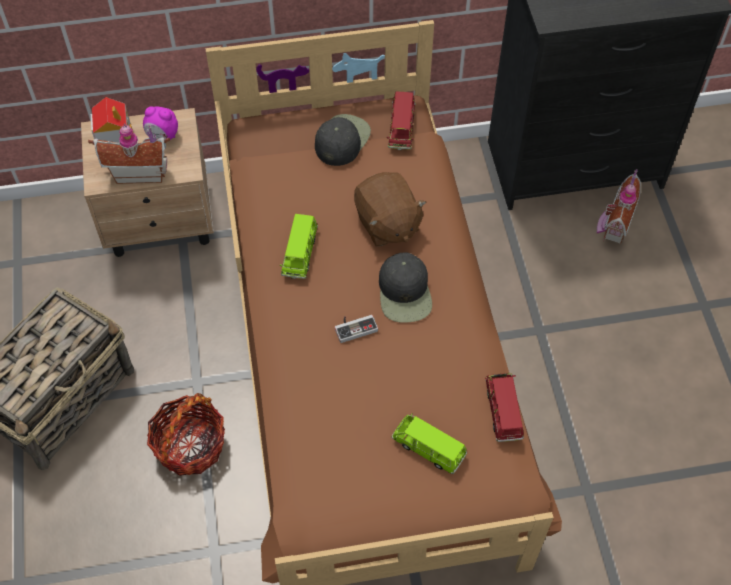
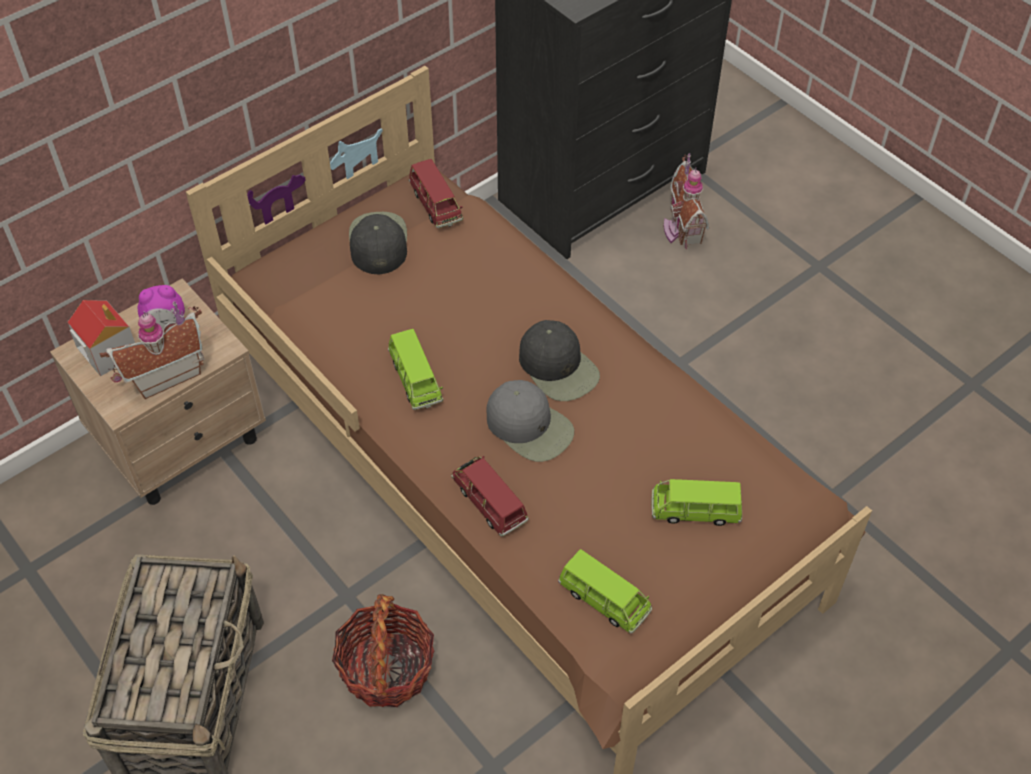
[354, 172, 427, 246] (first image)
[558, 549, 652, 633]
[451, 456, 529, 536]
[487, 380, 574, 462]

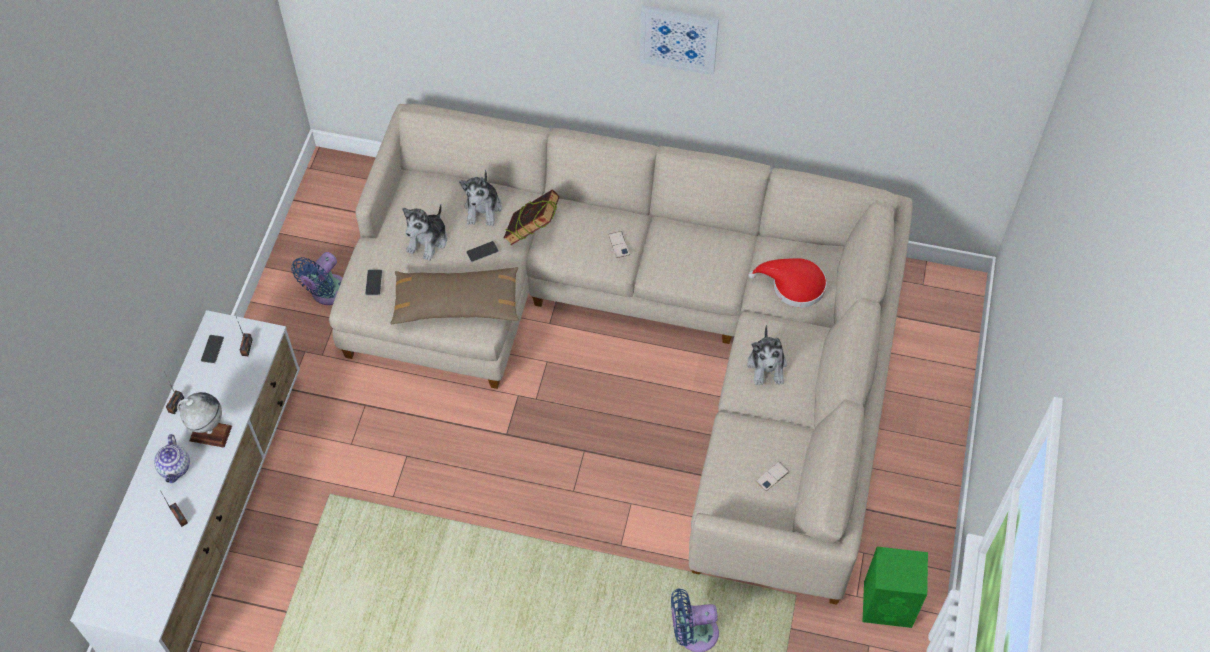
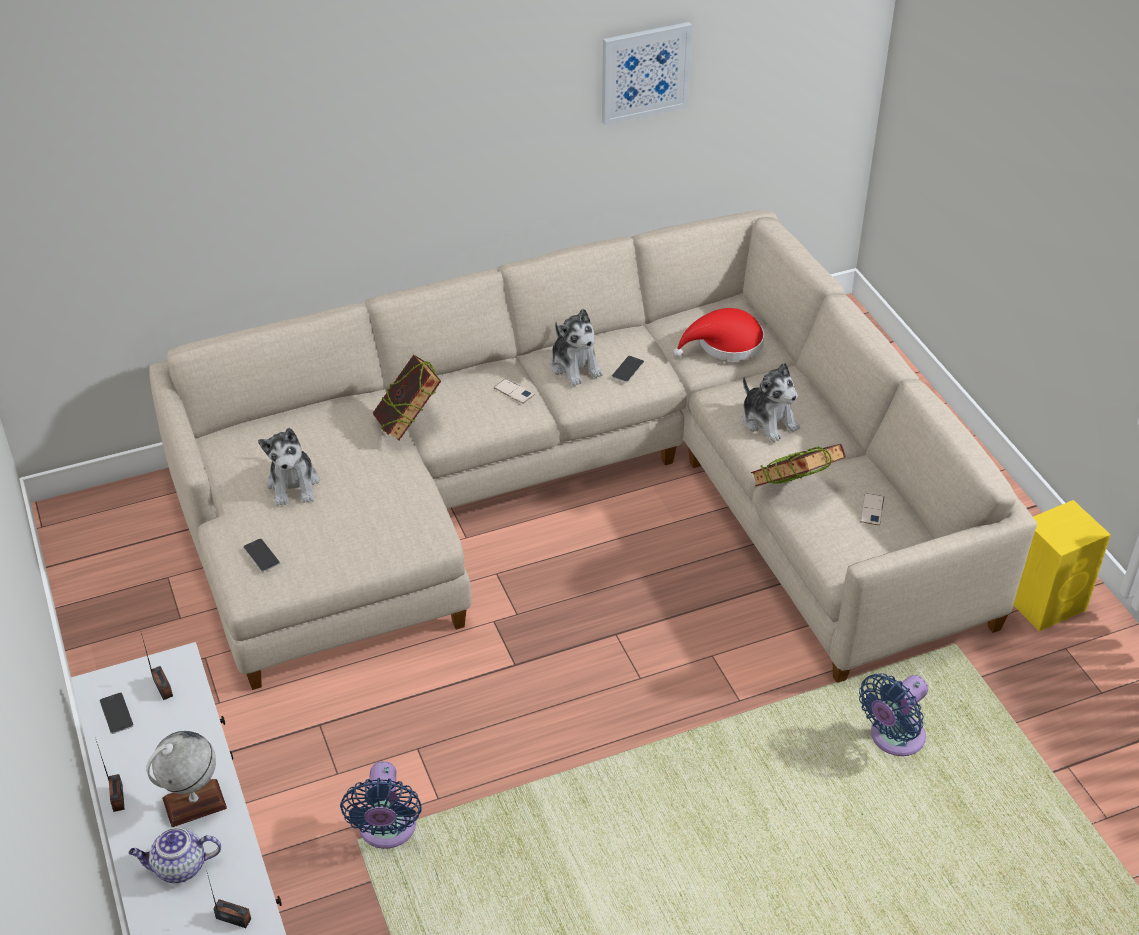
[390, 267, 519, 325] (first image)
[751, 443, 846, 487]
[340, 761, 422, 849]
[551, 309, 603, 386]
[612, 356, 644, 382]
[602, 22, 692, 125]
[1014, 500, 1111, 631]
[129, 828, 221, 883]

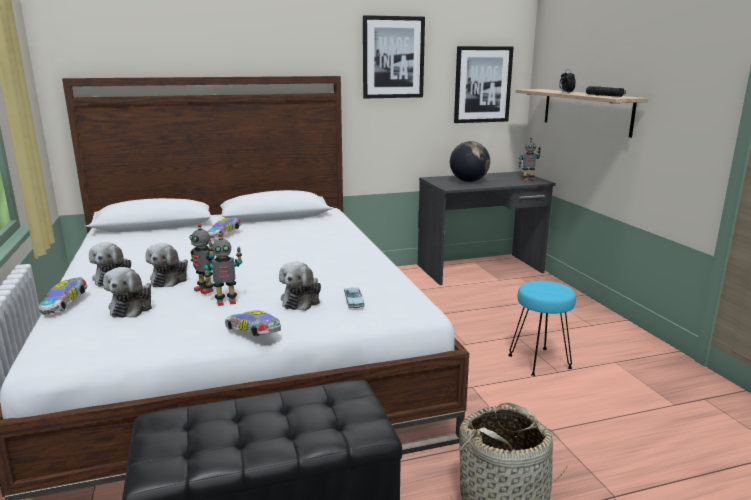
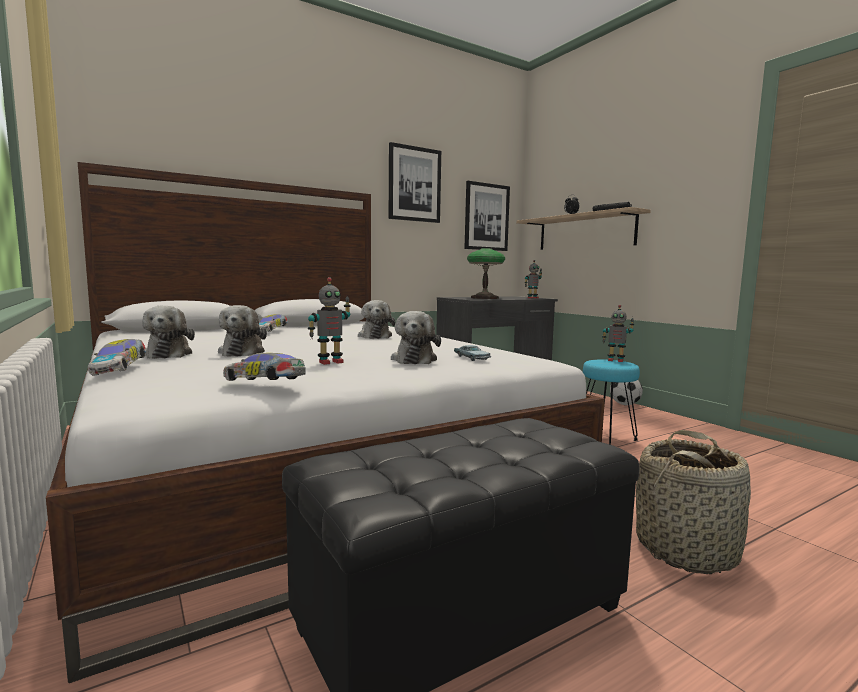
[610, 380, 643, 405]
[358, 300, 395, 339]
[602, 305, 634, 362]
[223, 353, 306, 381]
[467, 248, 505, 299]

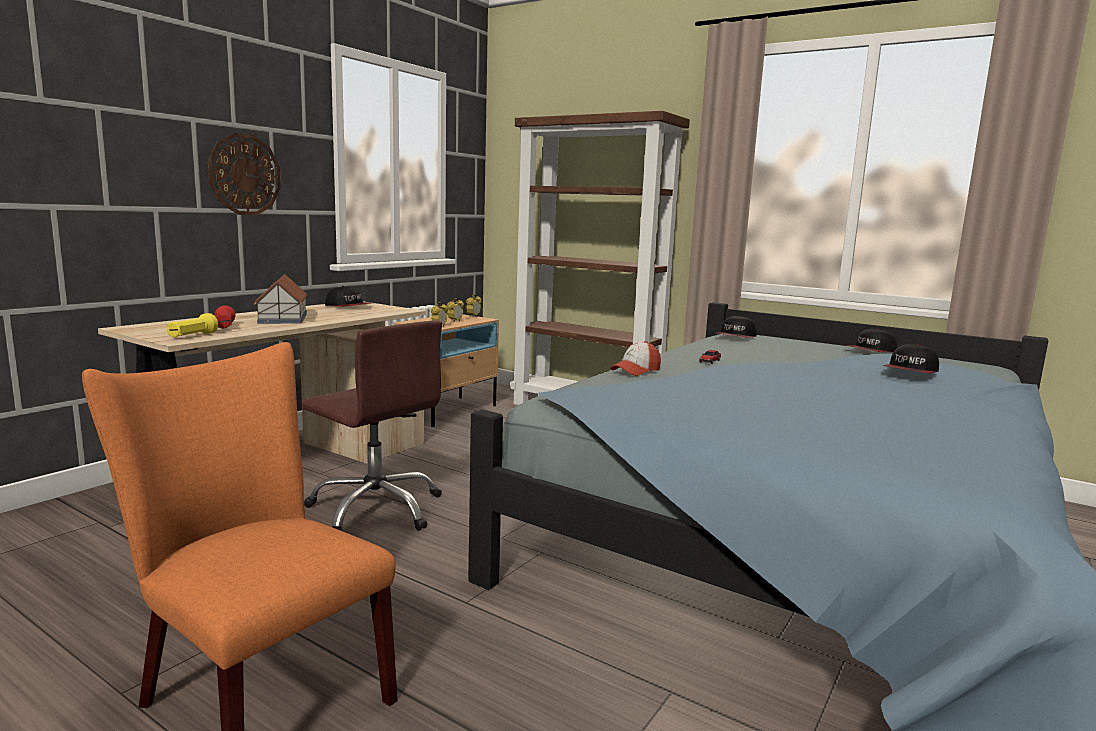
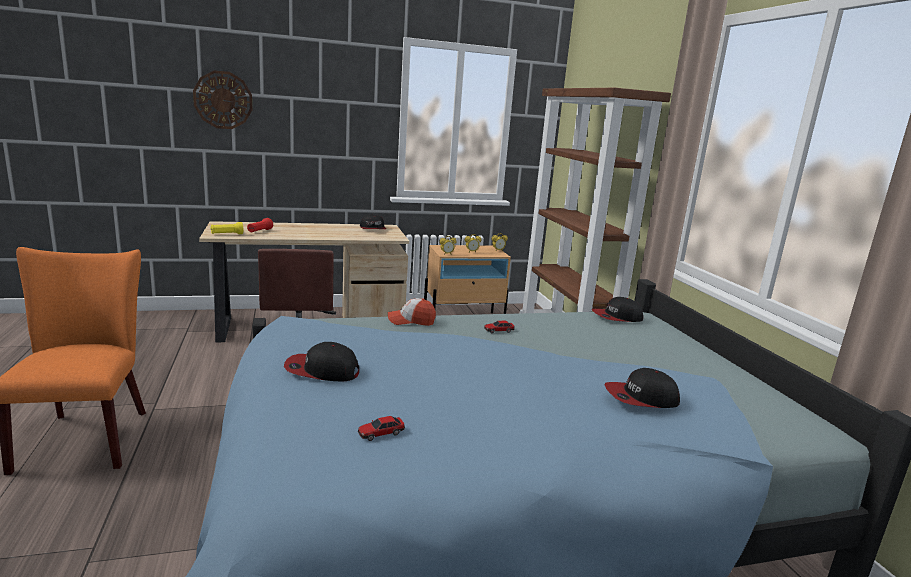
[254, 274, 308, 324] (first image)
[358, 416, 405, 441]
[193, 71, 252, 129]
[284, 342, 359, 381]

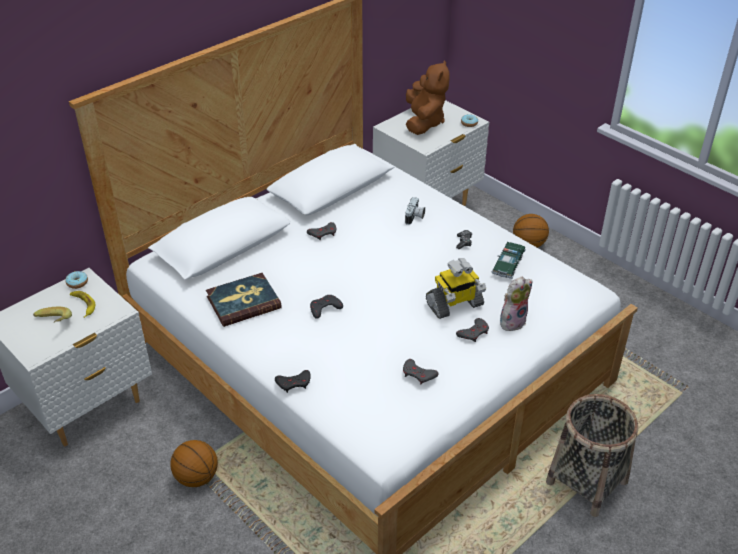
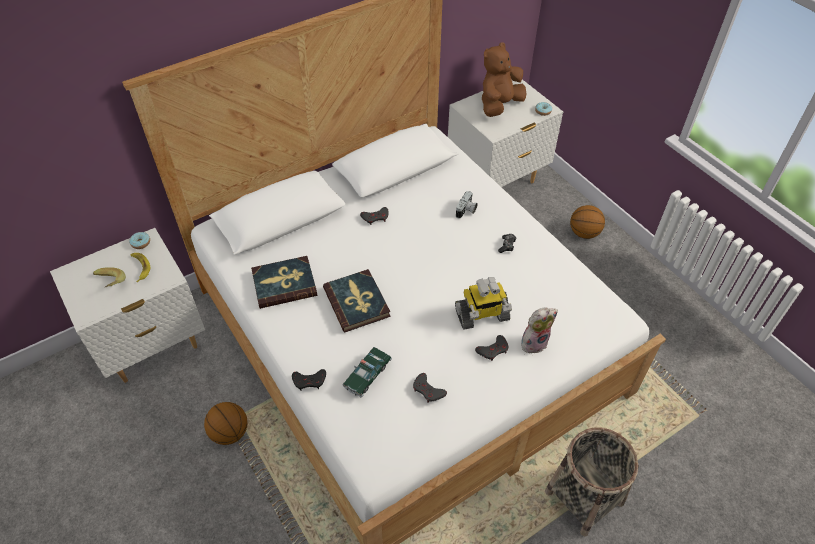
[342, 347, 392, 397]
[323, 269, 391, 332]
[482, 42, 526, 117]

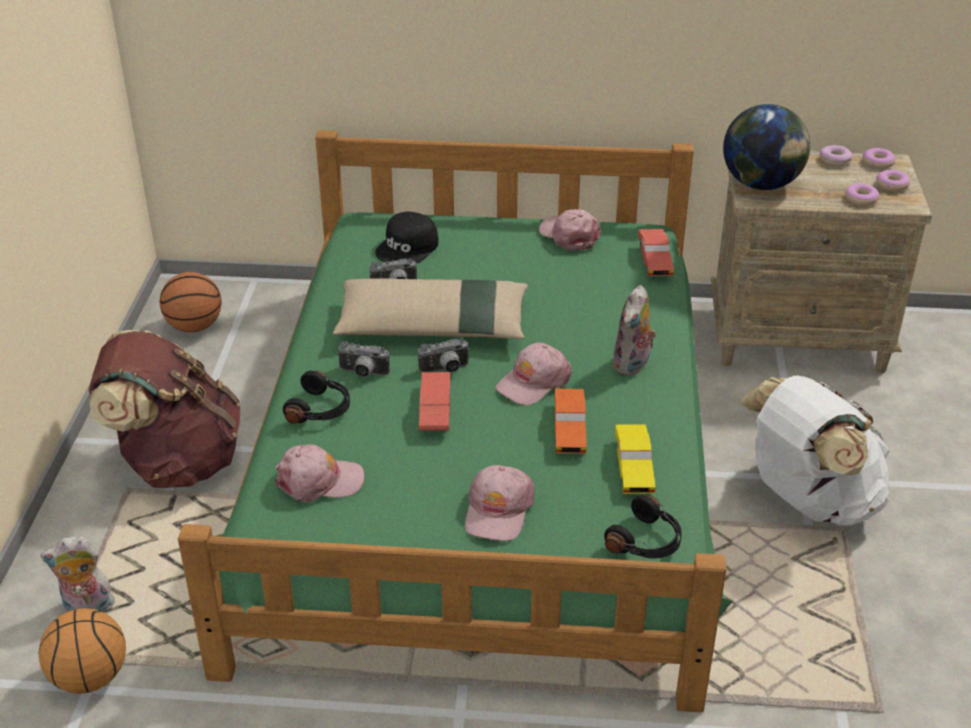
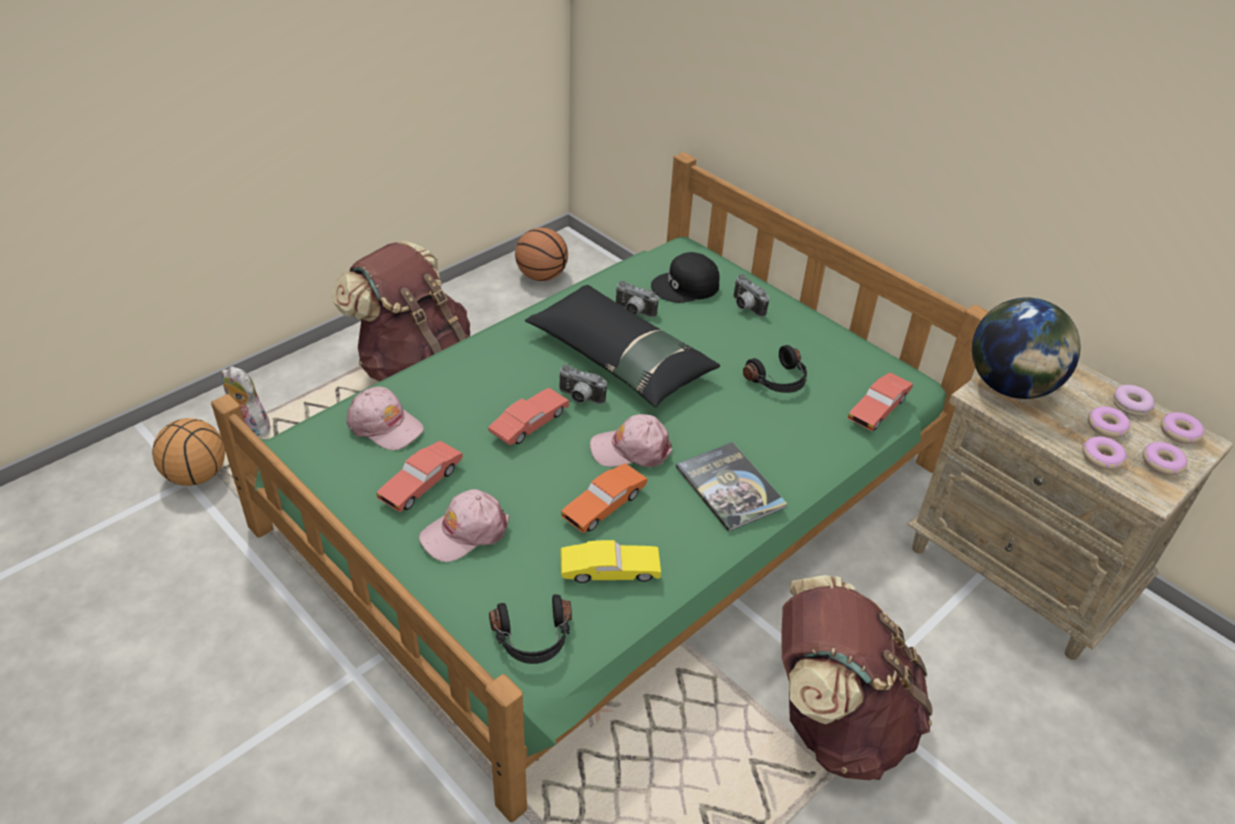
[539, 209, 601, 251] (first image)
[376, 441, 463, 512]
[1088, 406, 1130, 438]
[743, 345, 807, 393]
[733, 274, 770, 317]
[676, 442, 787, 532]
[525, 285, 720, 408]
[781, 575, 932, 780]
[560, 540, 661, 583]

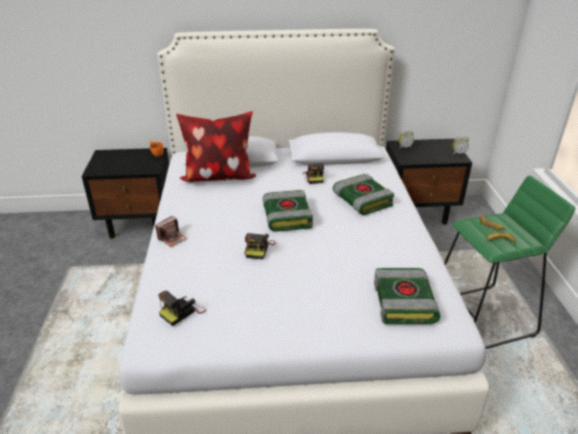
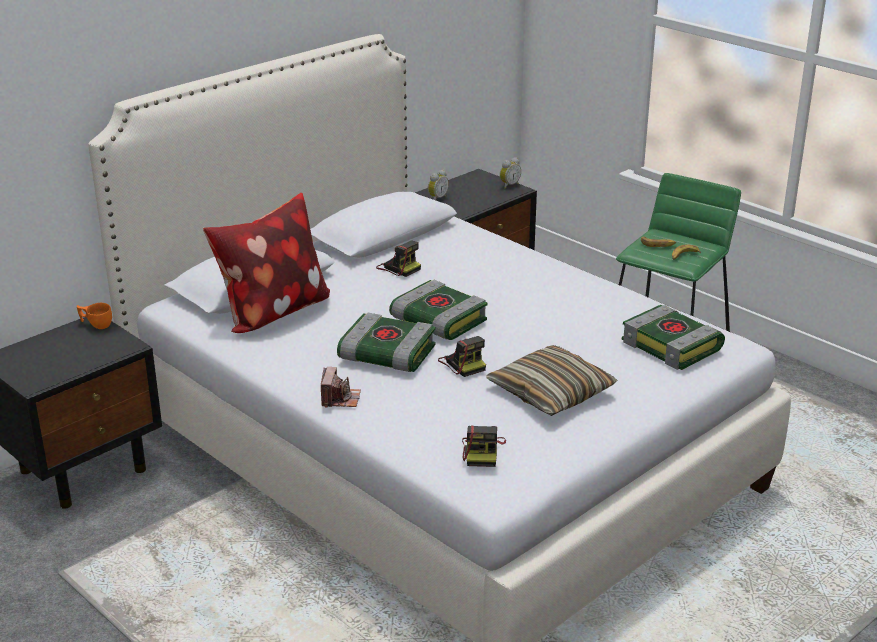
[486, 345, 617, 416]
[337, 312, 436, 372]

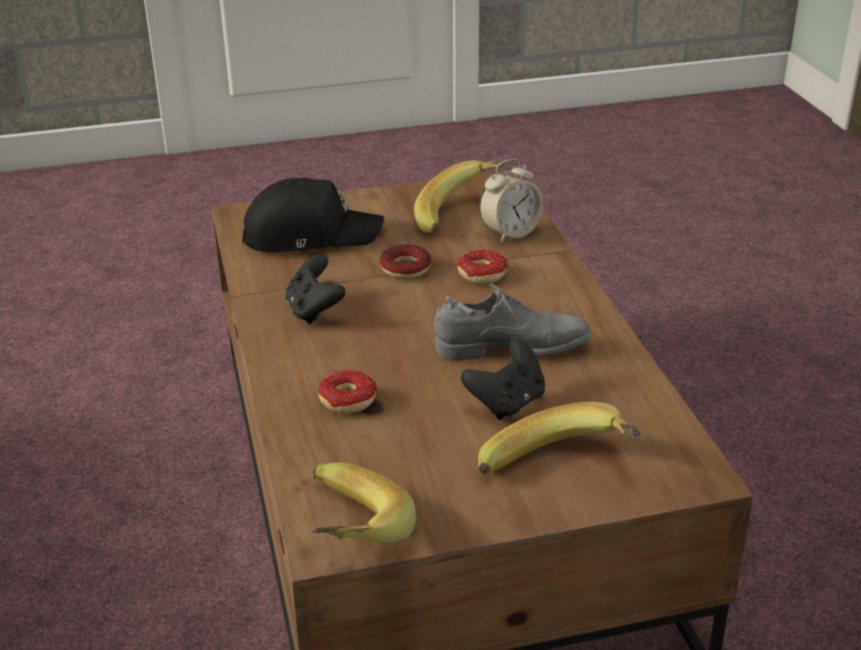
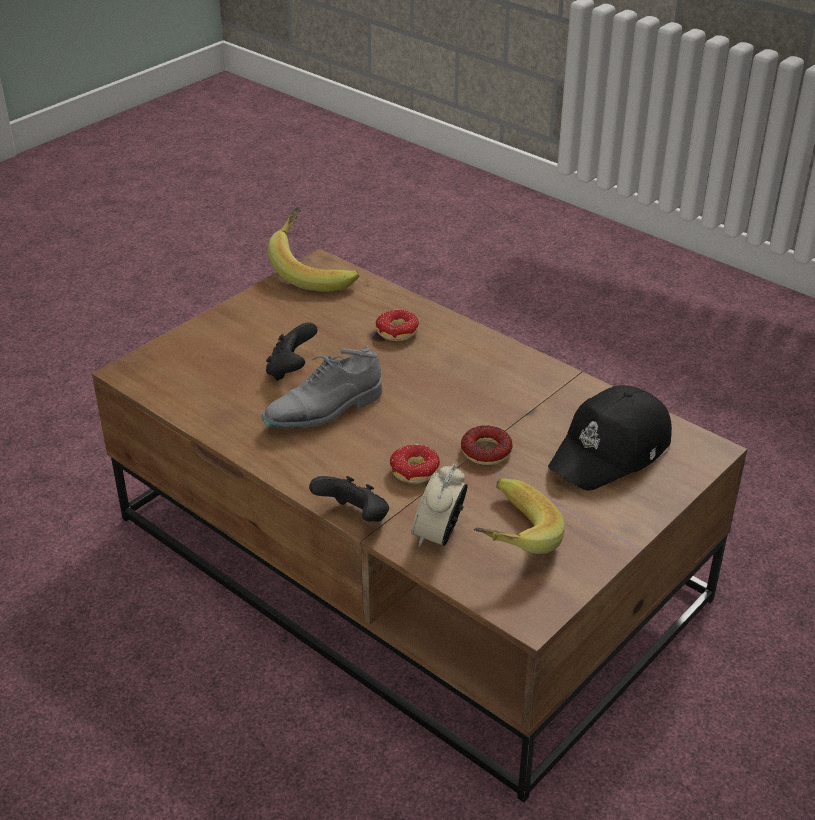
[478, 402, 641, 474] (first image)
[309, 476, 389, 522]

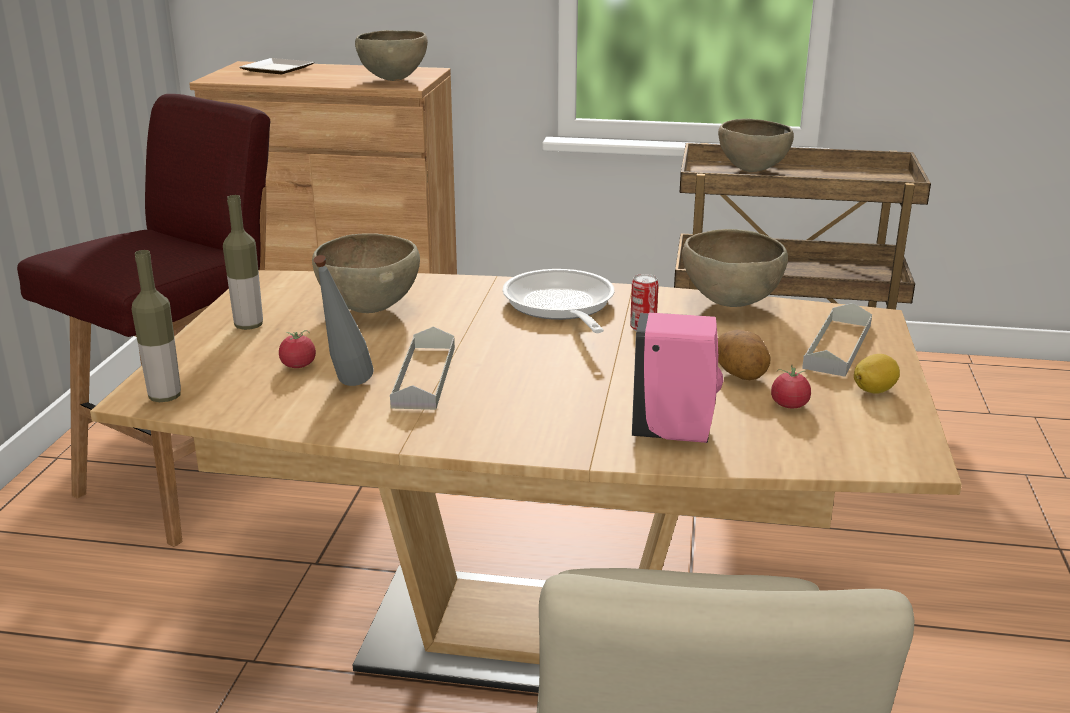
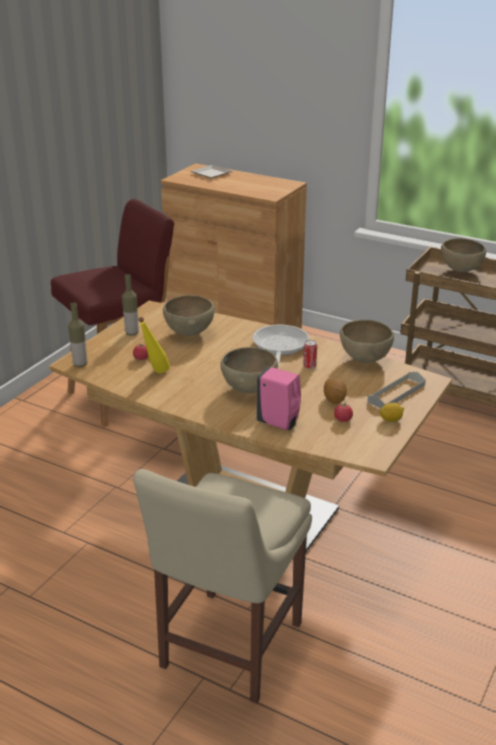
[390, 327, 455, 410] (first image)
[220, 347, 278, 393]
[138, 317, 170, 373]

